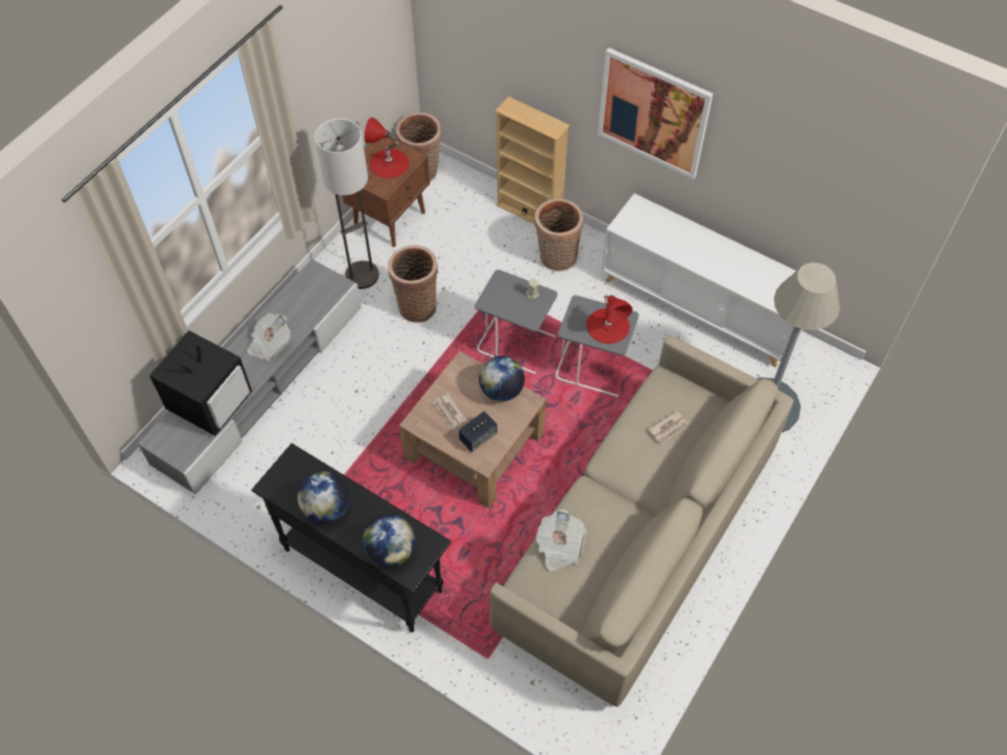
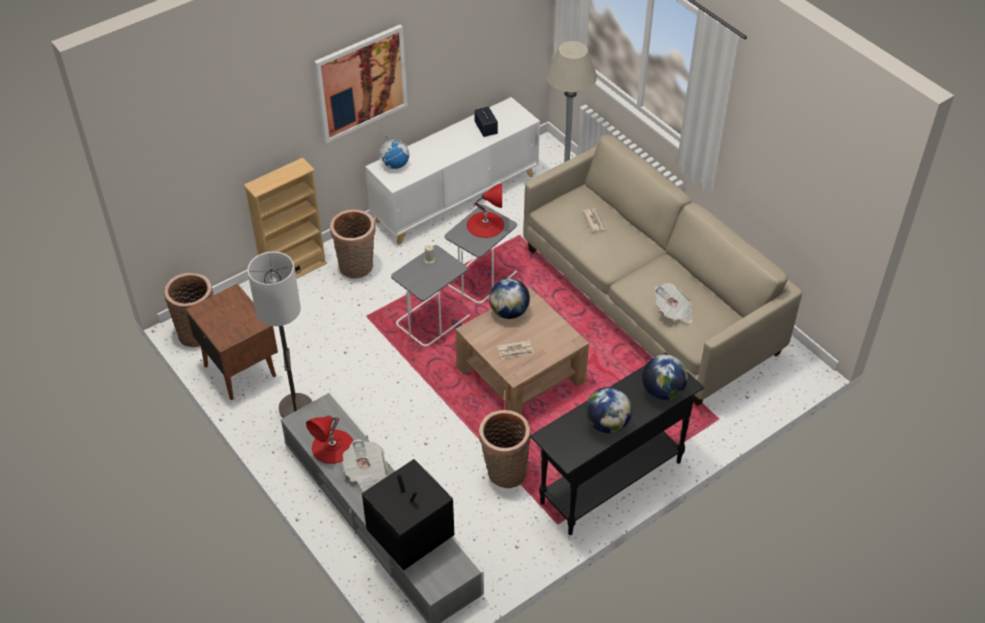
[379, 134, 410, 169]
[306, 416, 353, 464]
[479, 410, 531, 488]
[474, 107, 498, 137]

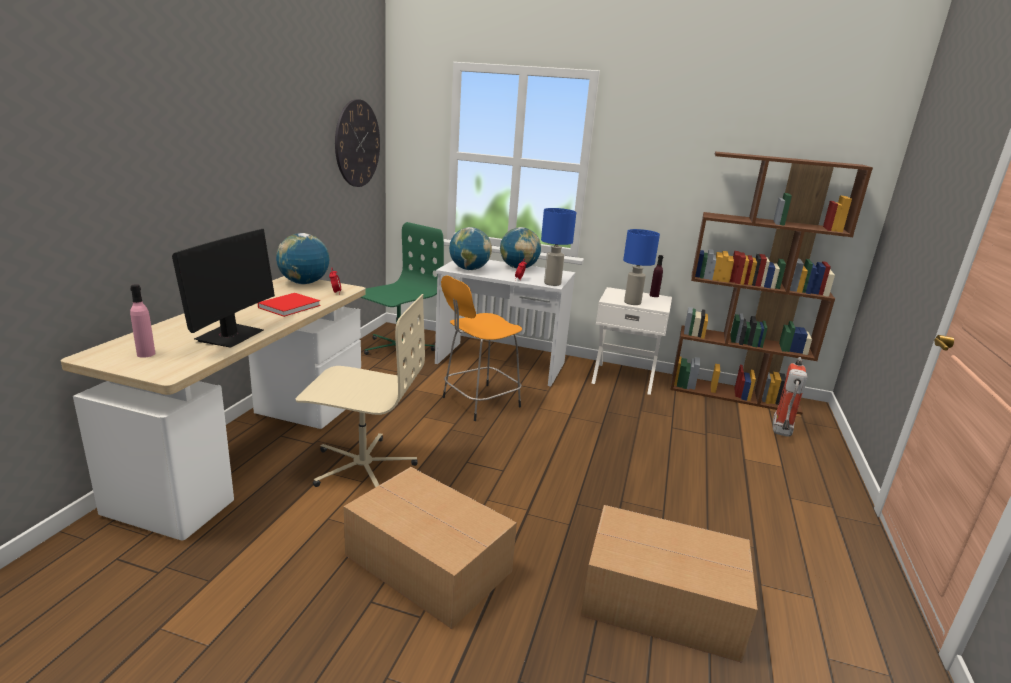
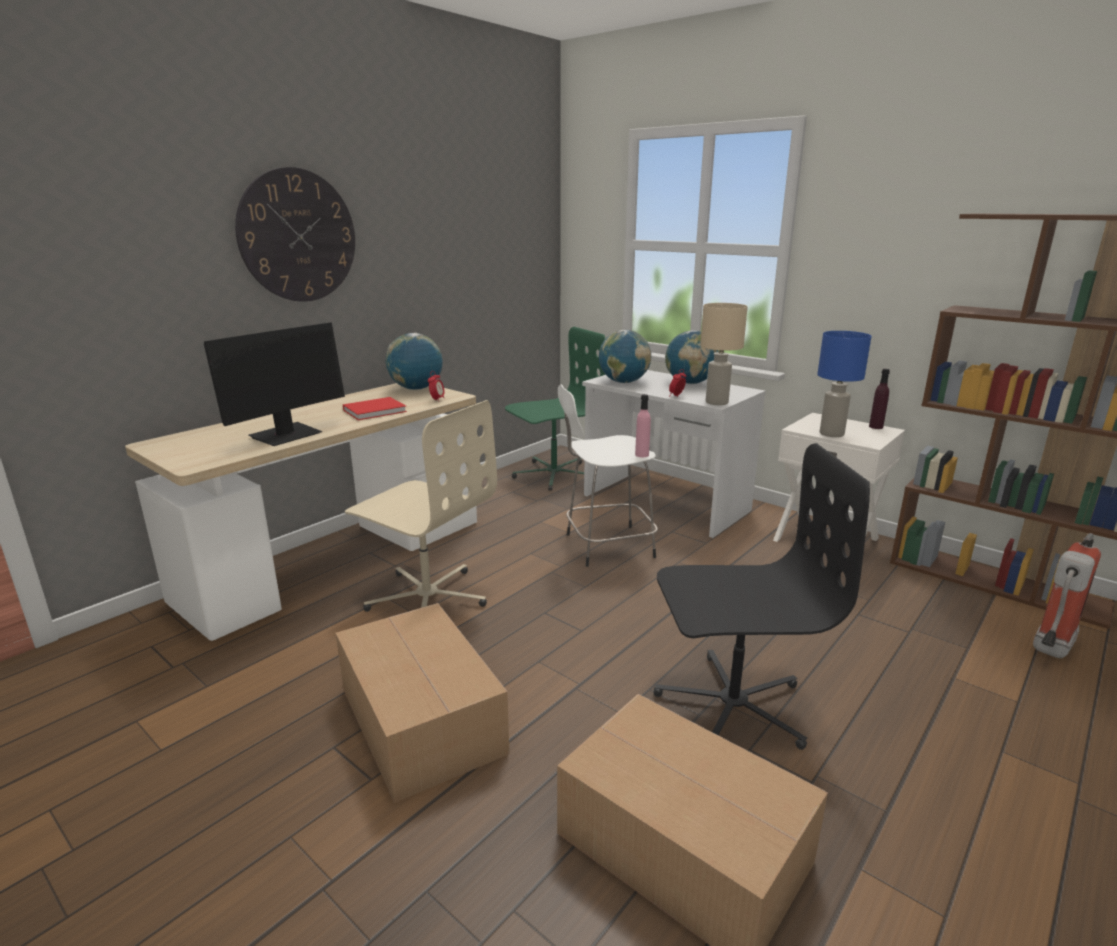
[653, 443, 870, 750]
[635, 394, 651, 457]
[235, 167, 355, 302]
[558, 384, 658, 567]
[700, 303, 748, 405]

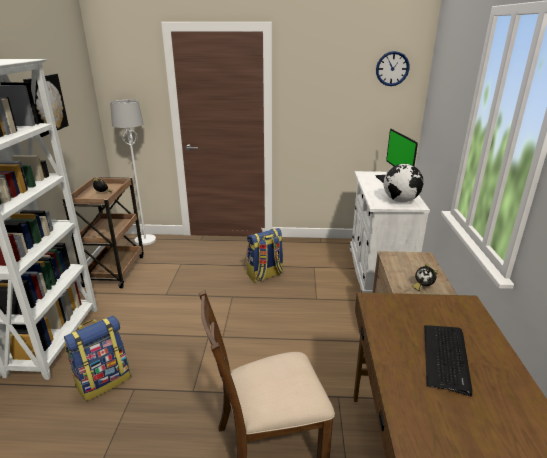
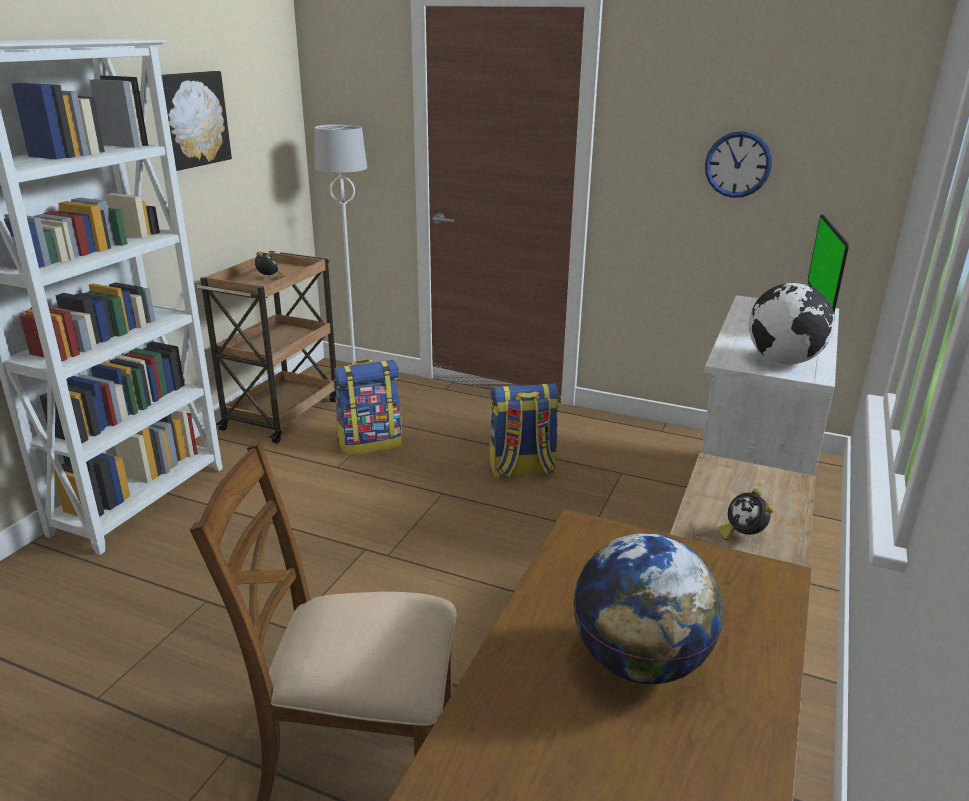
[334, 359, 402, 456]
[705, 131, 772, 198]
[573, 533, 723, 684]

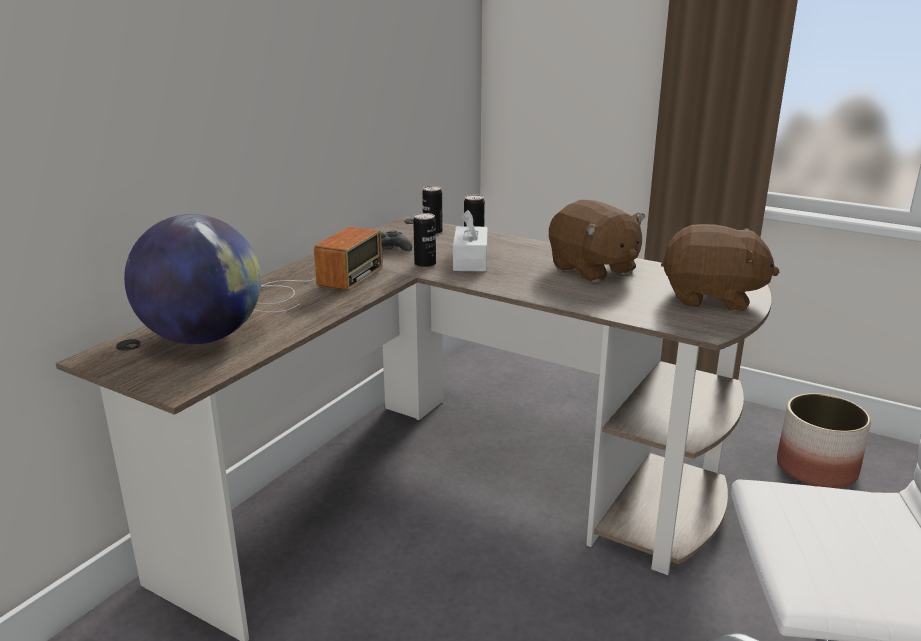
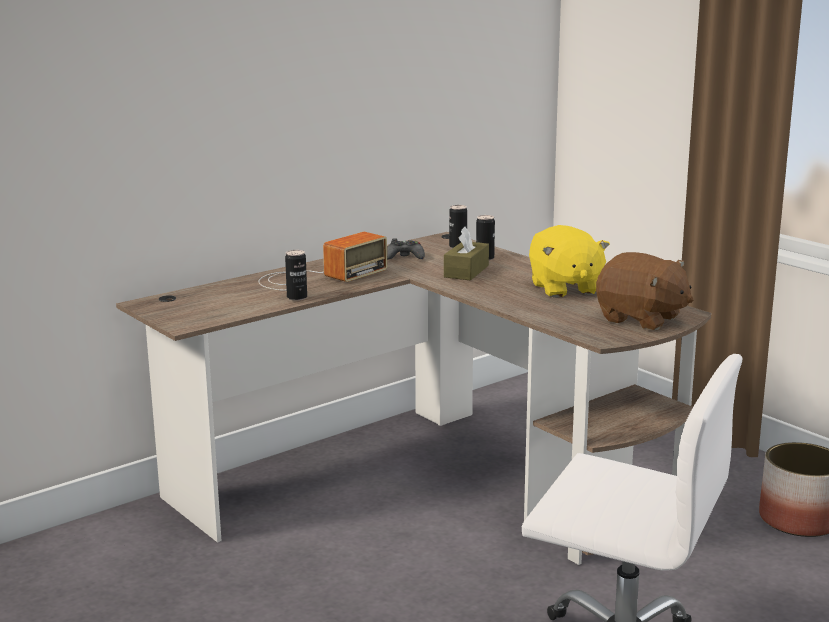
[124, 214, 261, 344] (first image)
[285, 250, 307, 301]
[444, 227, 489, 280]
[529, 225, 610, 298]

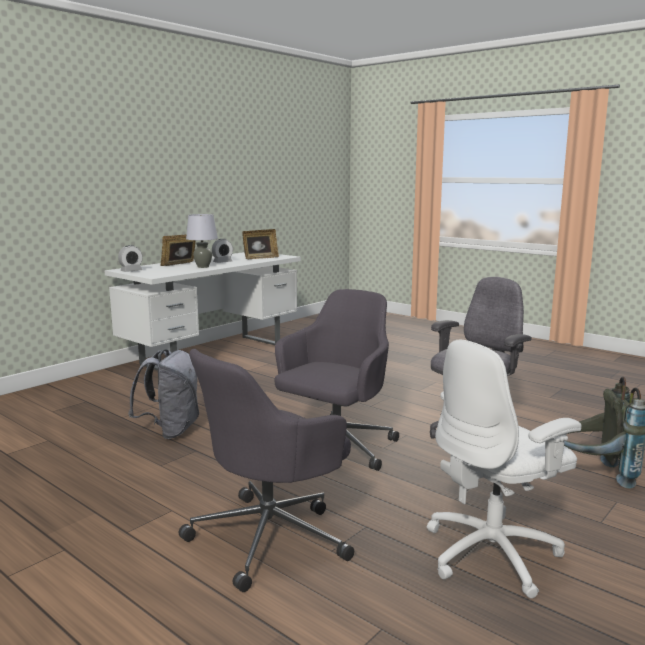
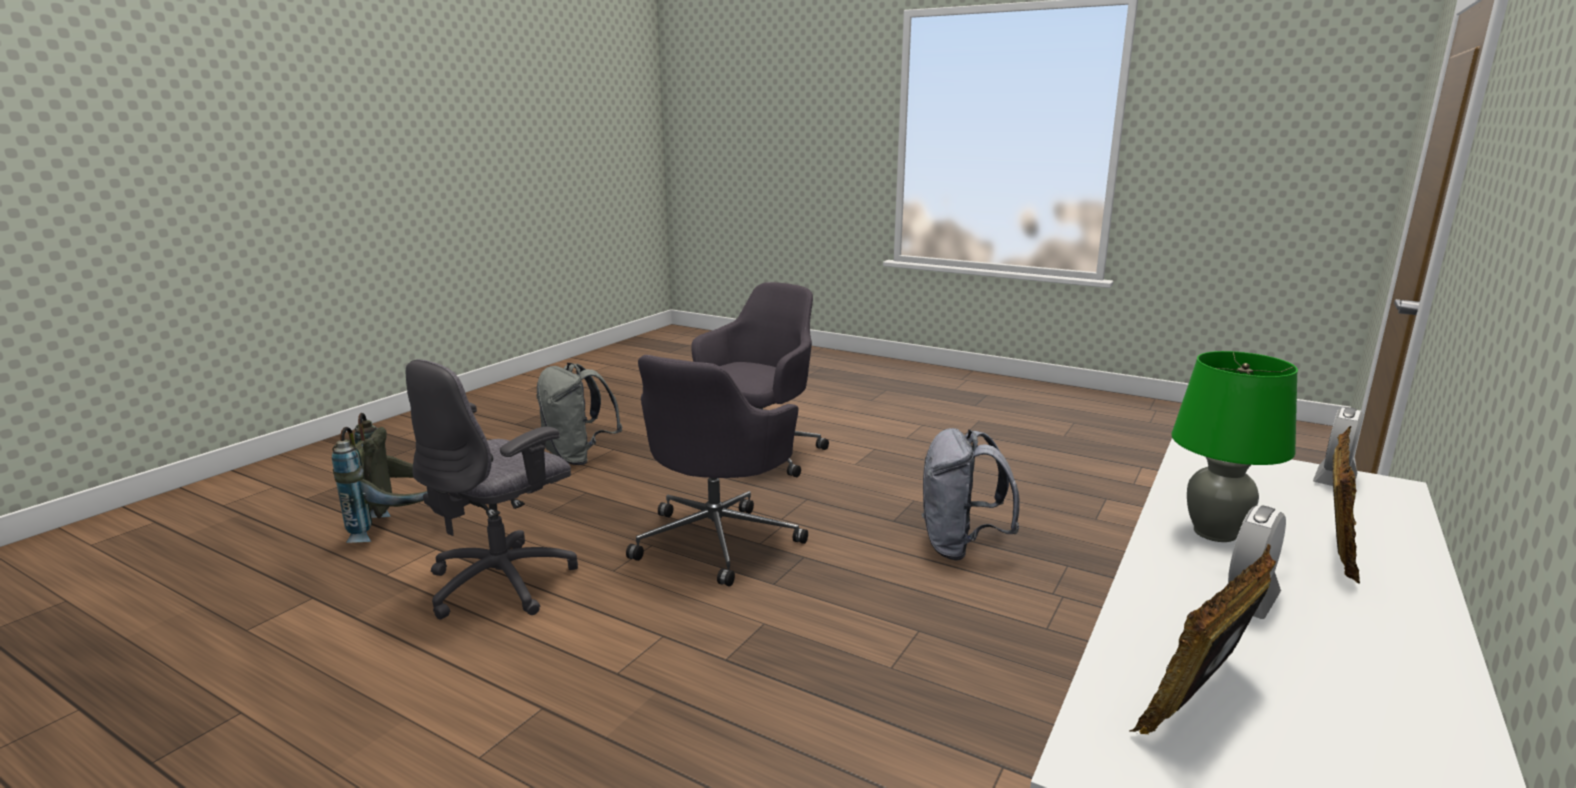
[537, 363, 622, 465]
[1171, 351, 1298, 542]

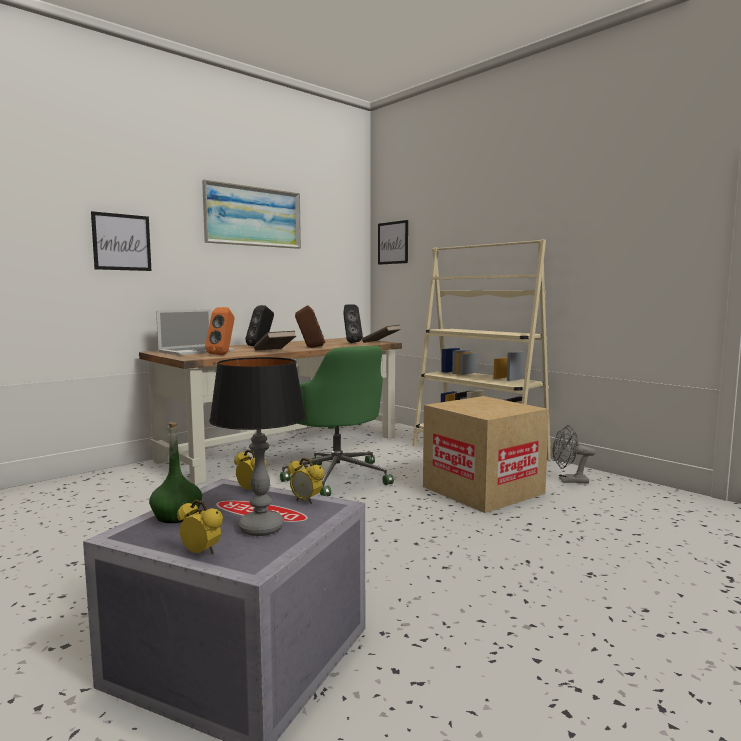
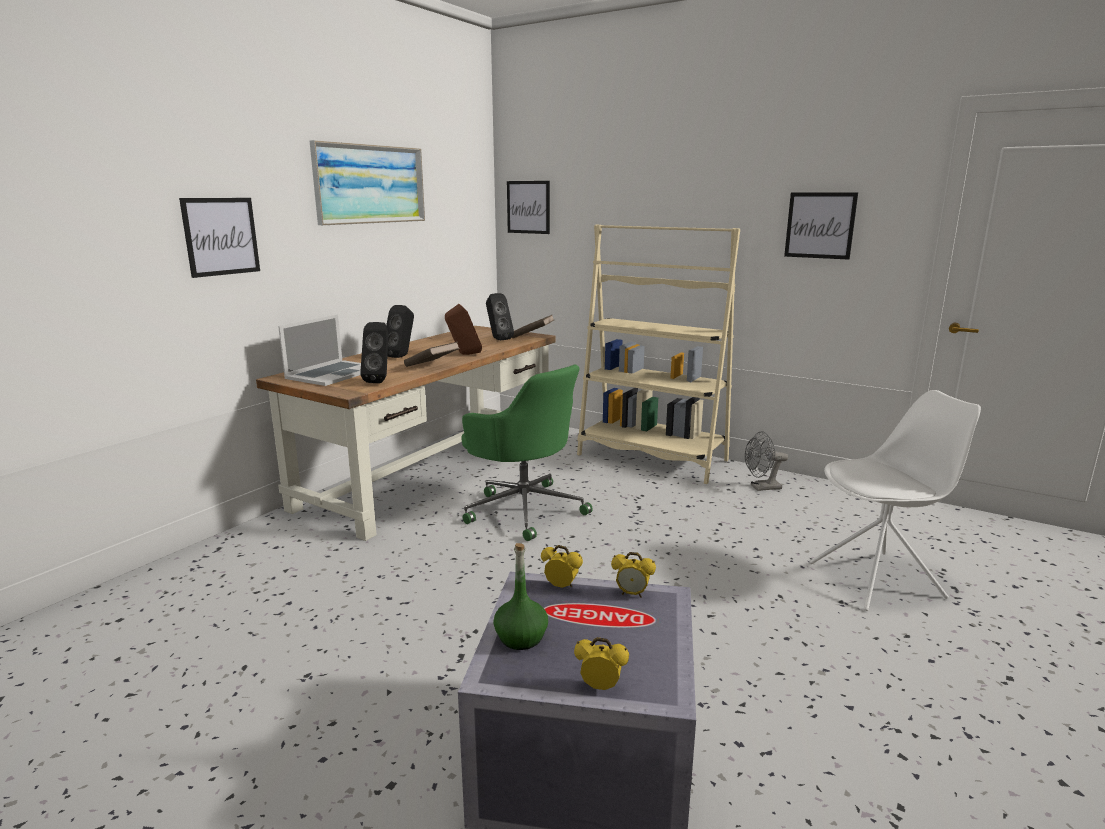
[209, 357, 306, 536] (first image)
[423, 396, 549, 513] (first image)
[784, 193, 858, 260]
[809, 390, 981, 611]
[360, 322, 388, 383]

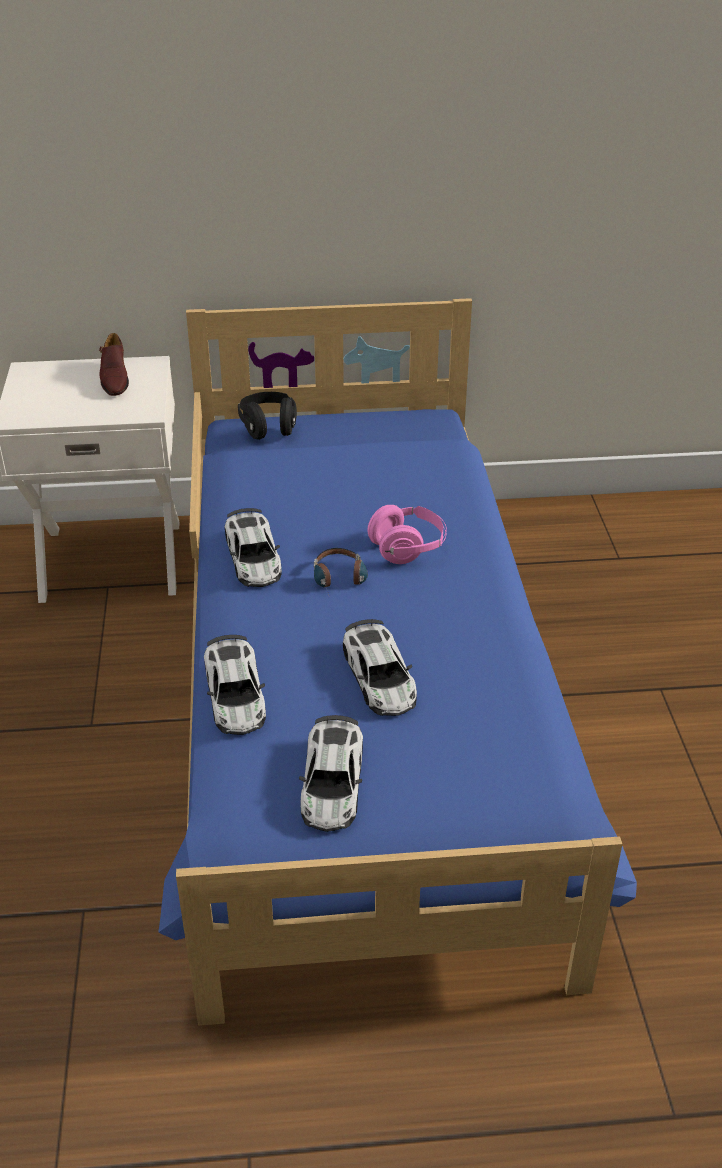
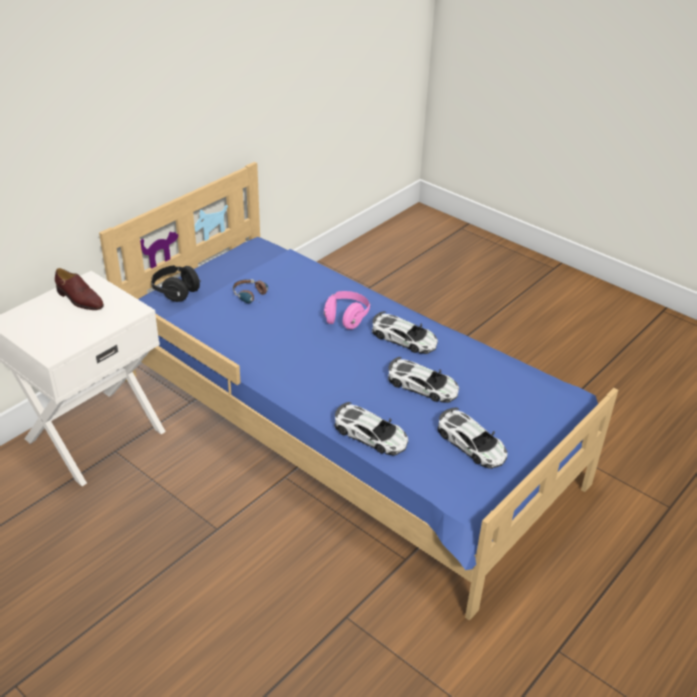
[372, 311, 438, 354]
[233, 279, 268, 303]

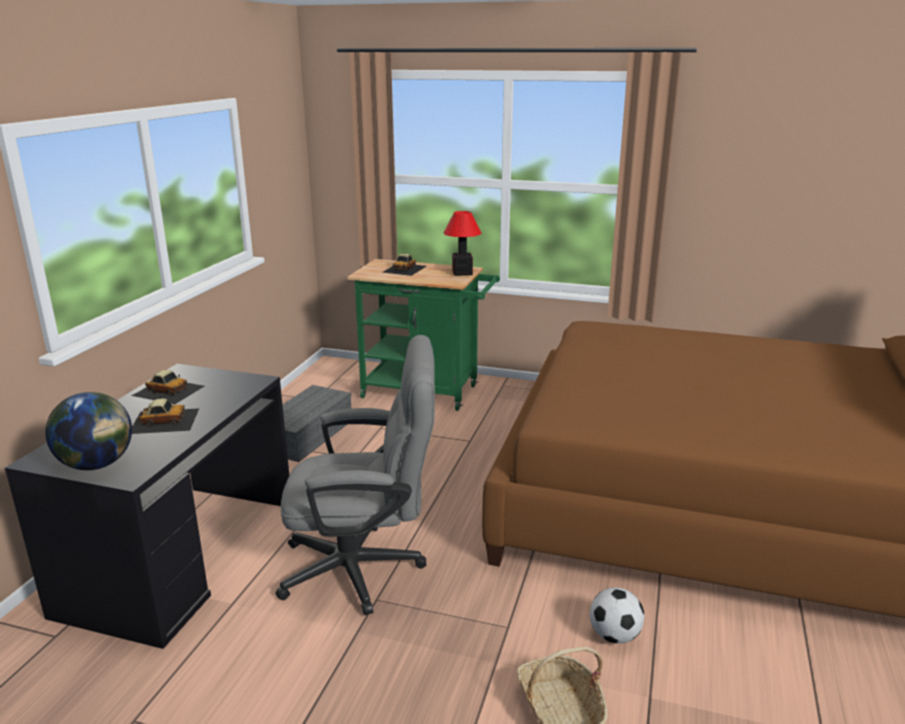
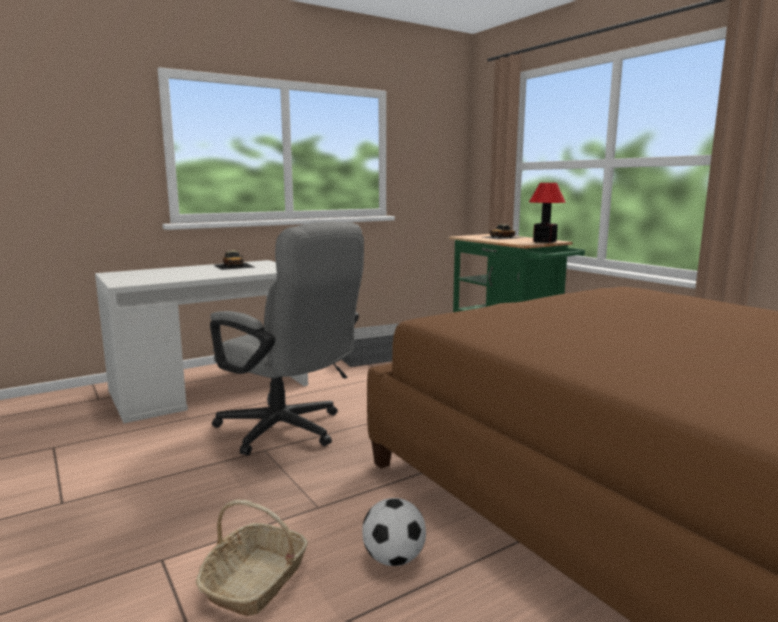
[45, 392, 132, 470] (first image)
[132, 398, 199, 434] (first image)
[95, 260, 308, 423]

